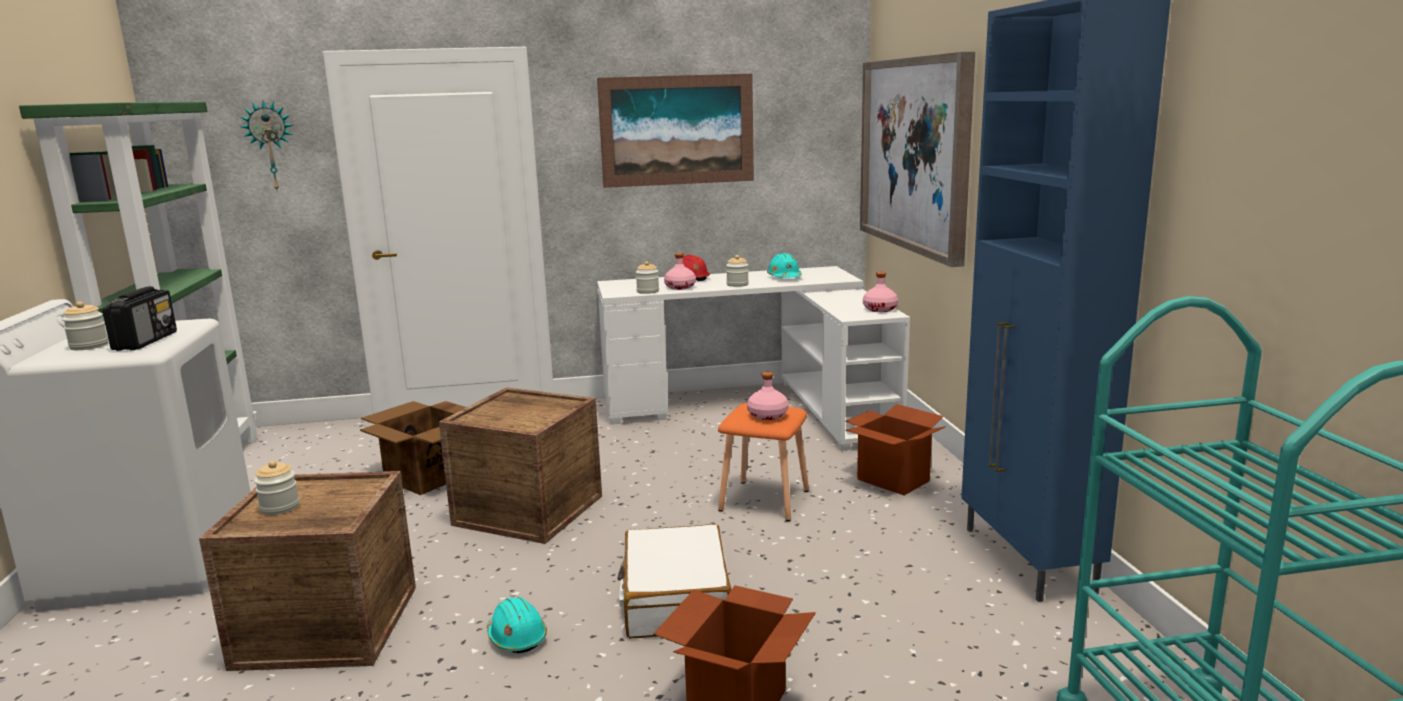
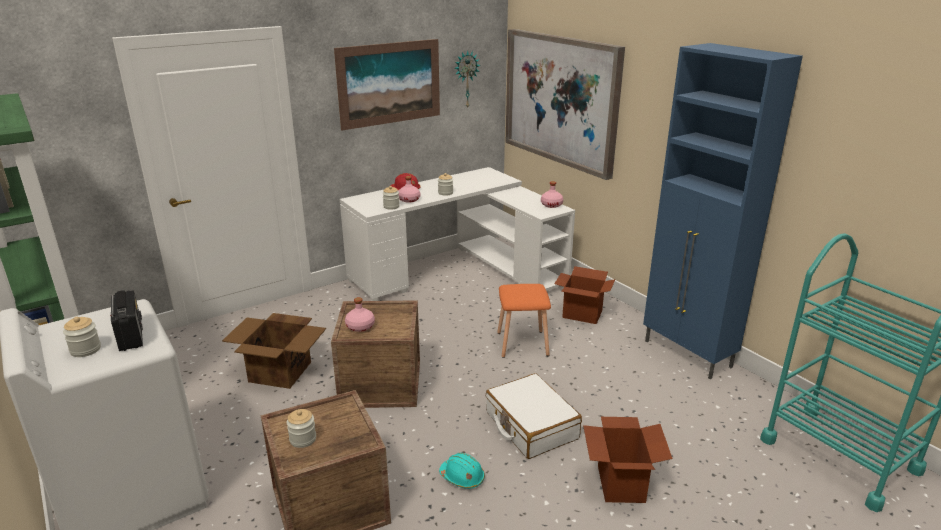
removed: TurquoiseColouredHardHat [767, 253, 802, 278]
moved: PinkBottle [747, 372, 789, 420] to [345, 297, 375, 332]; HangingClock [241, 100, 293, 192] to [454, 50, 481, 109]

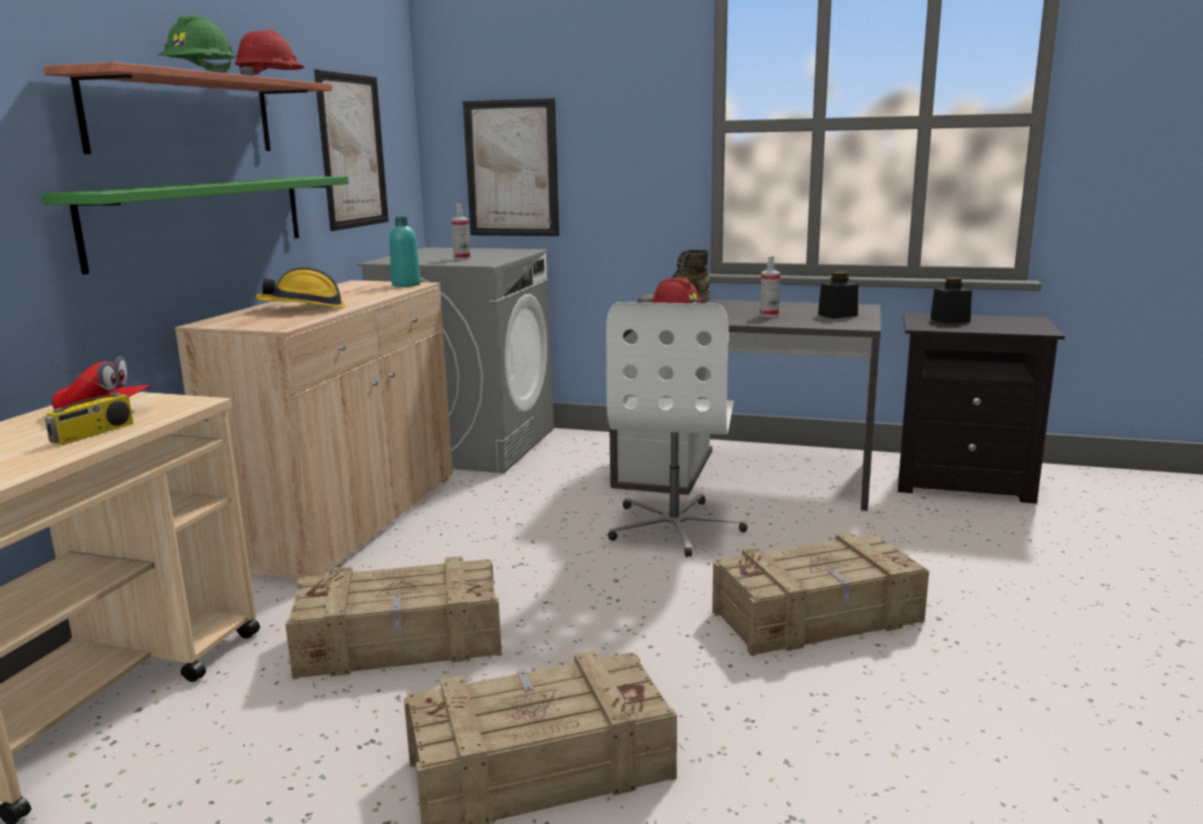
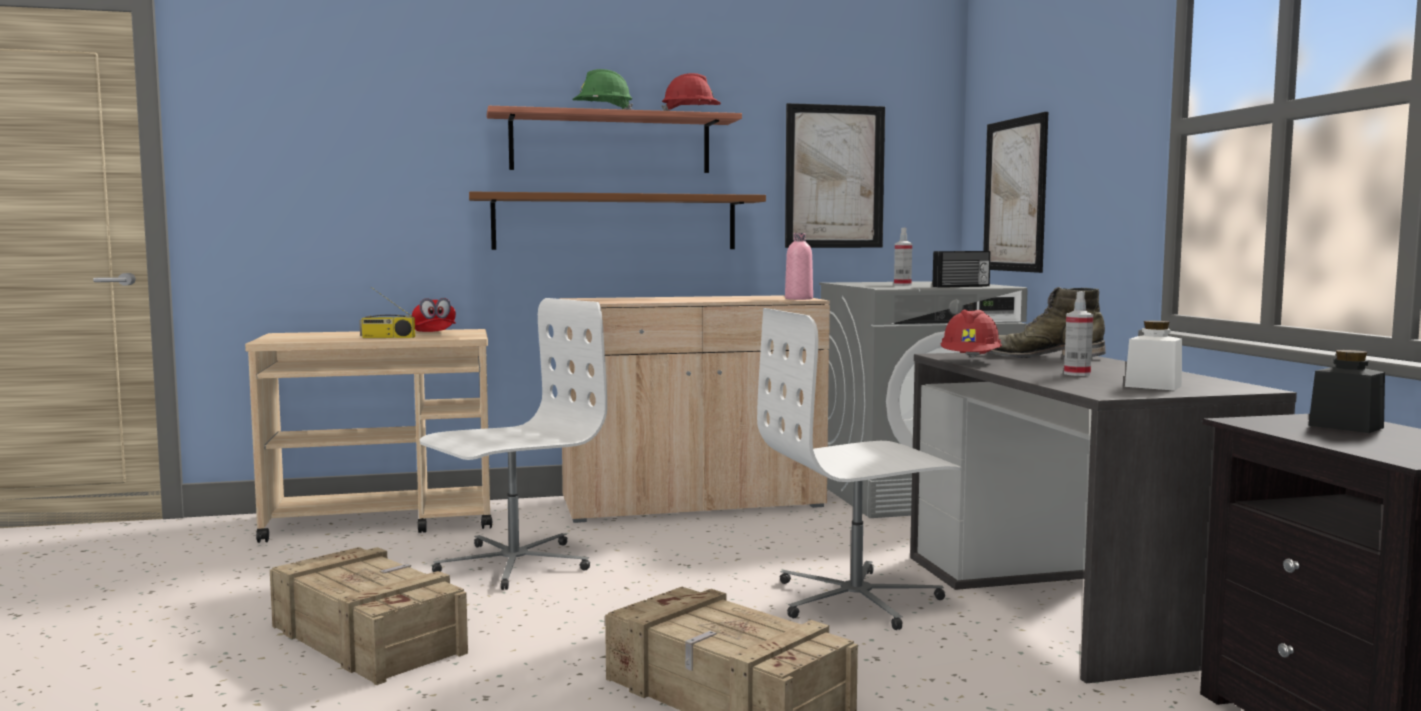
removed: HardHat [255, 267, 345, 308]
added: Radio [933, 251, 991, 288]
replaced: ShippingCrate [285, 556, 502, 680] to WhitishComputerChair [420, 298, 607, 590]
recoloured: GreenishShelf [42, 176, 349, 275] to BrownishShelf [469, 192, 766, 250]; TurquoiseColouredBottle [389, 217, 421, 287] to PinkBottle [785, 233, 813, 300]; BlackColouredJar [818, 271, 858, 319] to WhitishJar [1125, 321, 1182, 391]

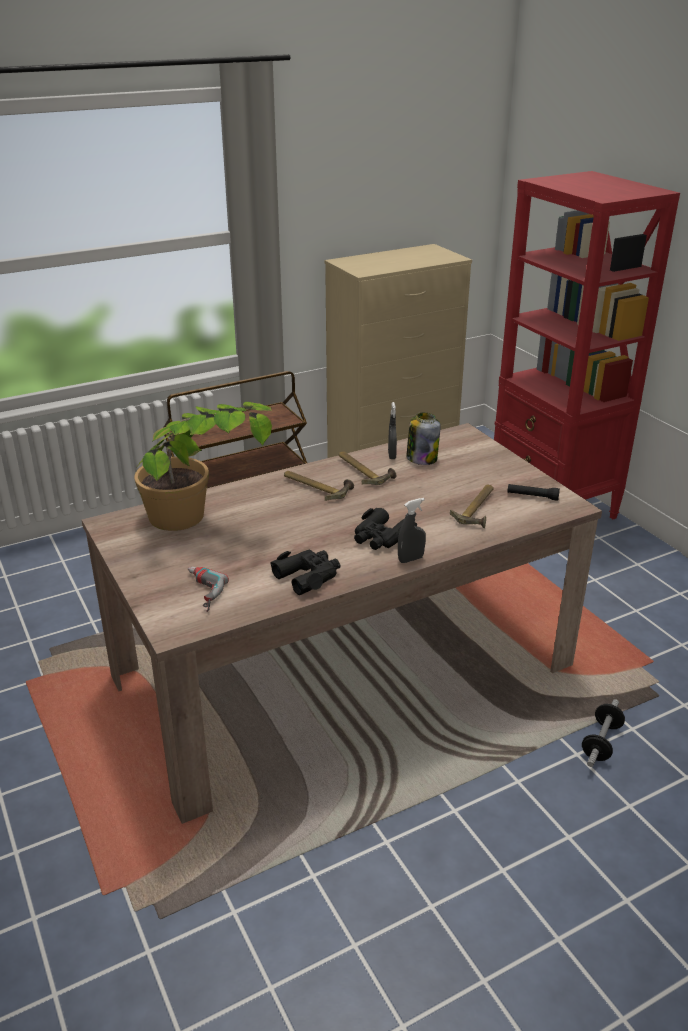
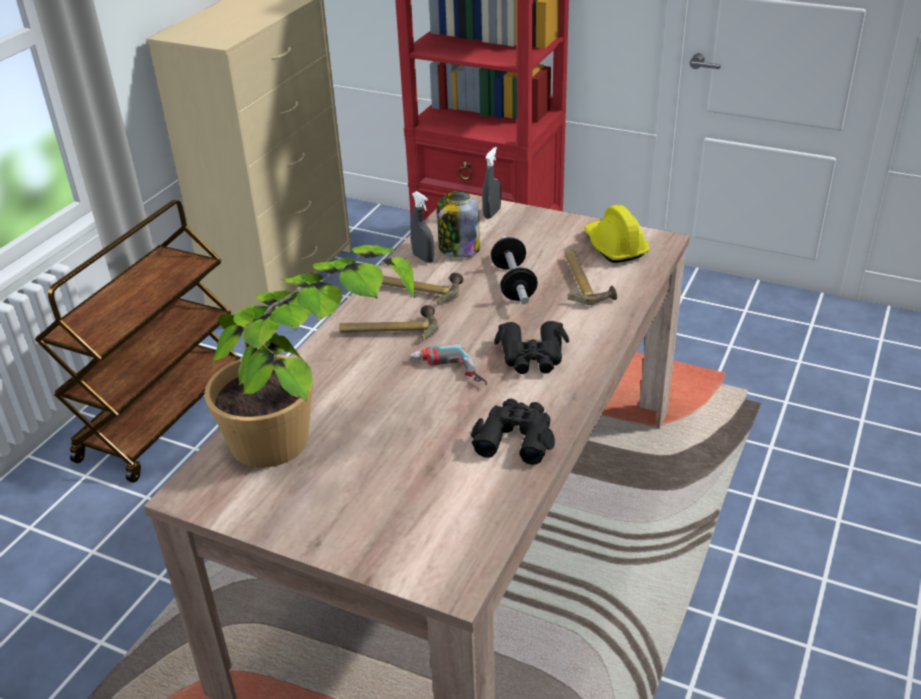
moved: Drill [188, 566, 229, 612] to [409, 343, 487, 385]; GraySprayBottle [398, 498, 426, 563] to [482, 147, 501, 219]; HandWeight [582, 699, 625, 767] to [491, 236, 538, 304]
replaced: BlackColouredHandTorch [507, 484, 560, 500] to YellowishHardHat [584, 205, 650, 263]

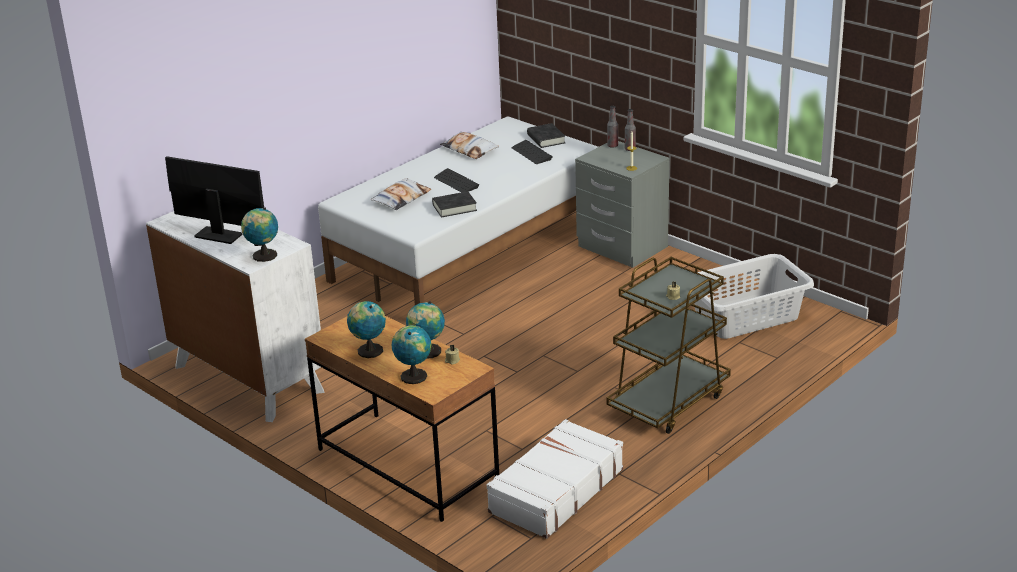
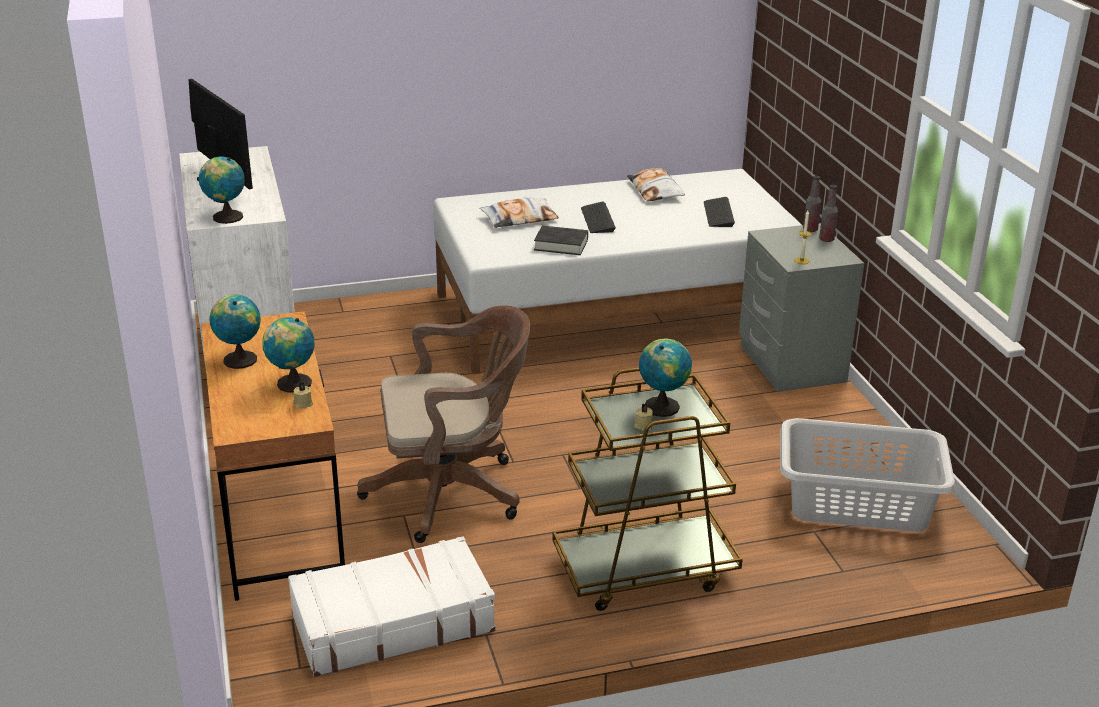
removed: BlackColouredBoundBook [527, 123, 565, 148]
added: BrownishComputerChair [357, 306, 530, 543]
moved: DeskGlobe [392, 325, 431, 384] to [639, 338, 692, 417]

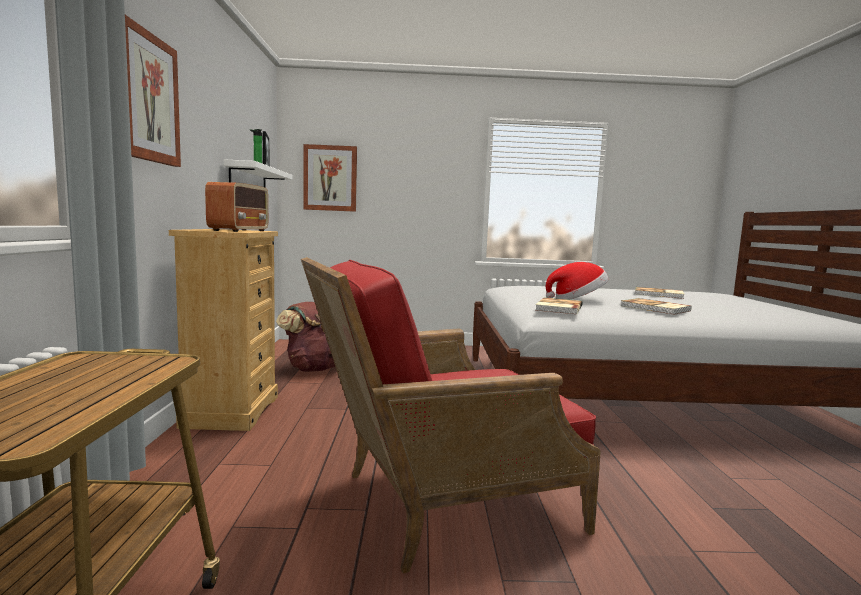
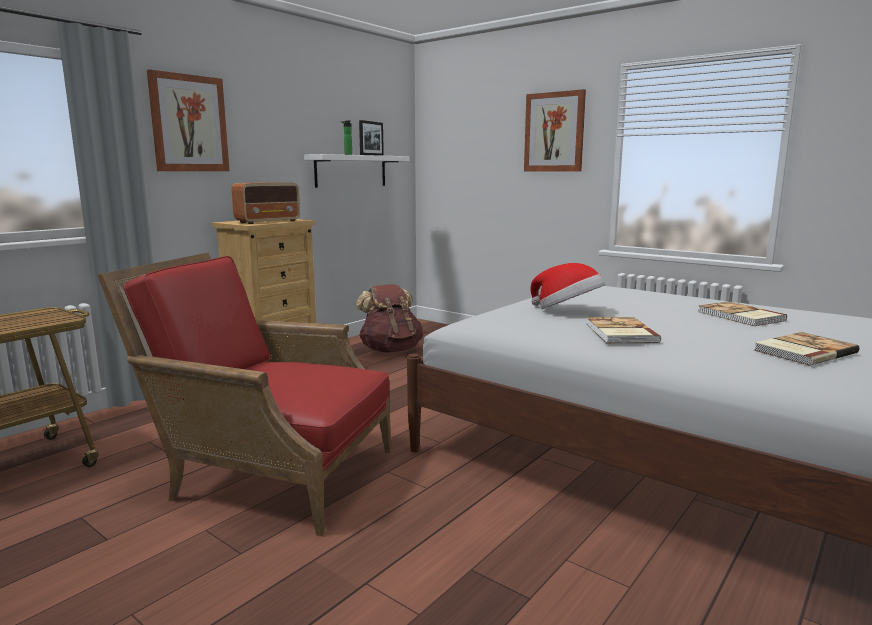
moved: WallPicture [303, 144, 357, 212] to [524, 89, 586, 171]; BoundBook [535, 297, 583, 314] to [754, 332, 859, 366]

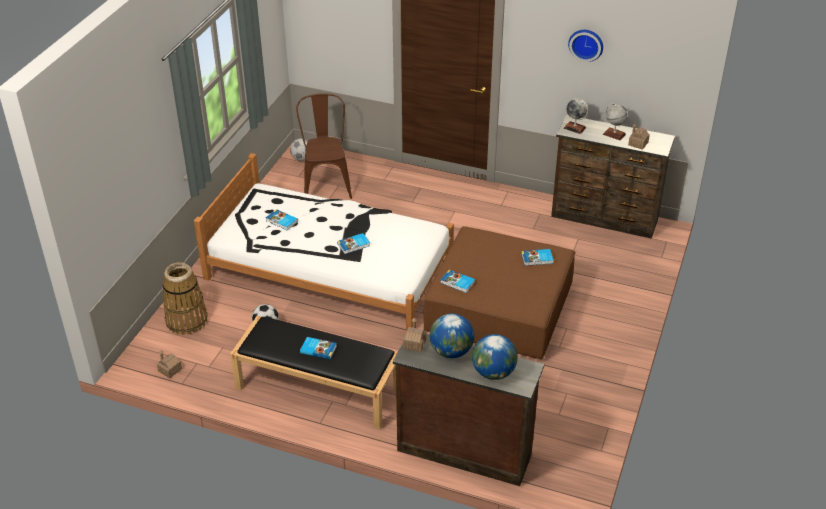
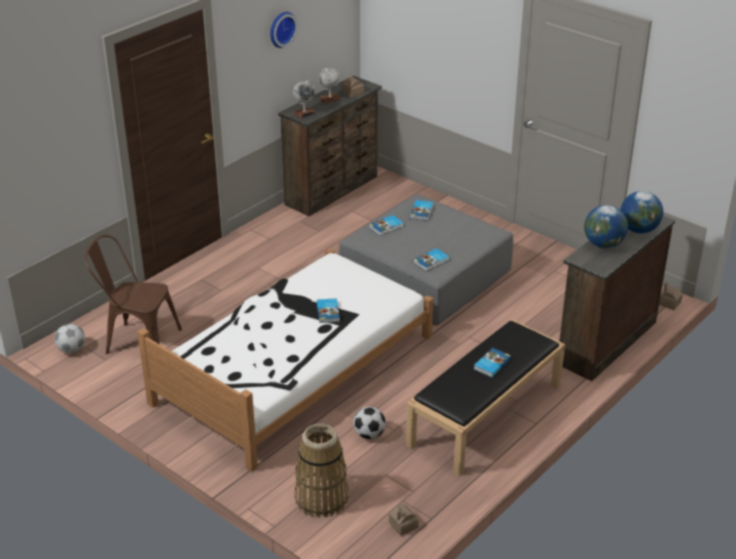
moved: BoundBook [266, 209, 298, 230] to [369, 215, 404, 236]; MiniatureHouse [403, 318, 427, 352] to [659, 282, 682, 310]
recoloured: BrownishPouffe [424, 226, 576, 359] to GrayPouffe [339, 194, 514, 325]

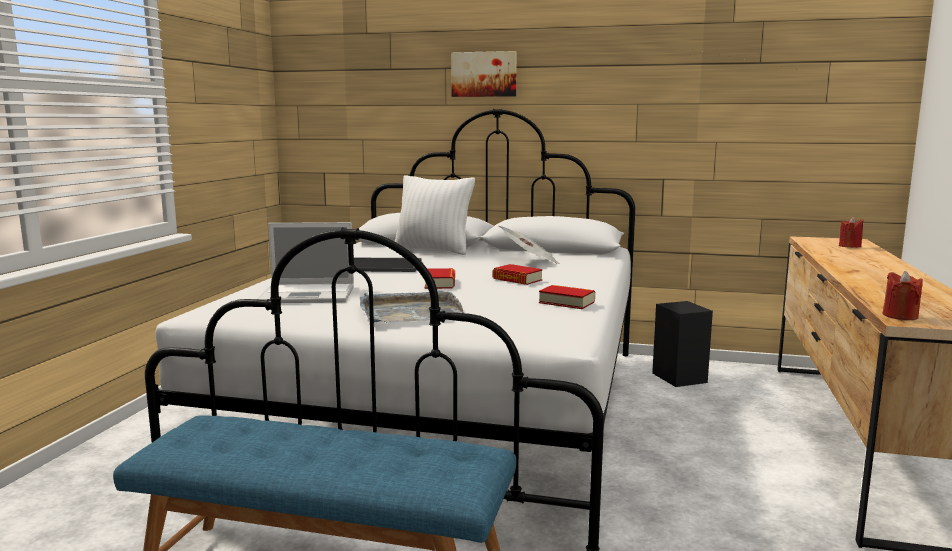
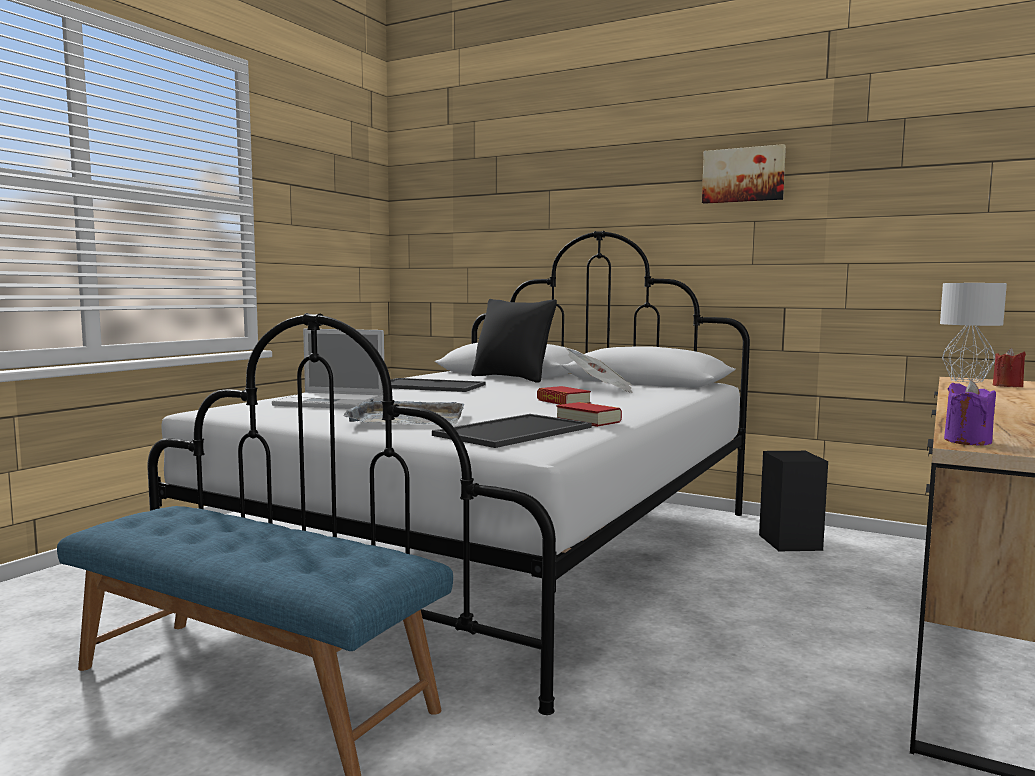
removed: BoundBook [425, 268, 455, 289]
added: CarryingTray [432, 414, 592, 448]; GrayTableLamp [940, 283, 1007, 382]
moved: WallPicture [451, 51, 517, 97] to [702, 144, 786, 204]
recoloured: WhitishCushion [394, 175, 475, 255] to BlackColouredCushion [471, 299, 557, 383]; ReddishWaxCandle [882, 271, 923, 320] to PurplishWaxCandle [944, 380, 996, 446]

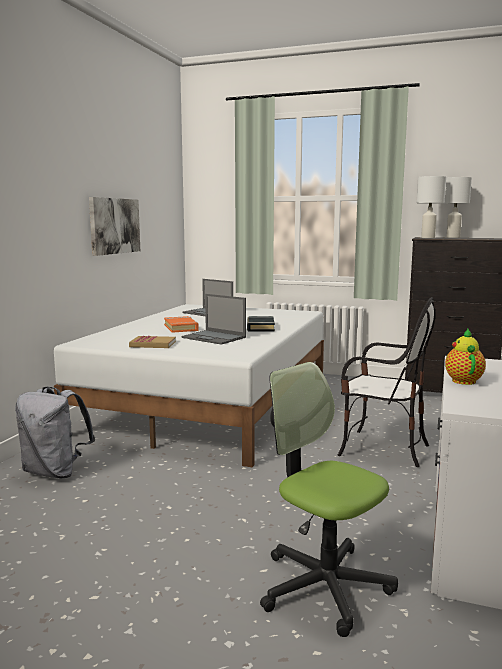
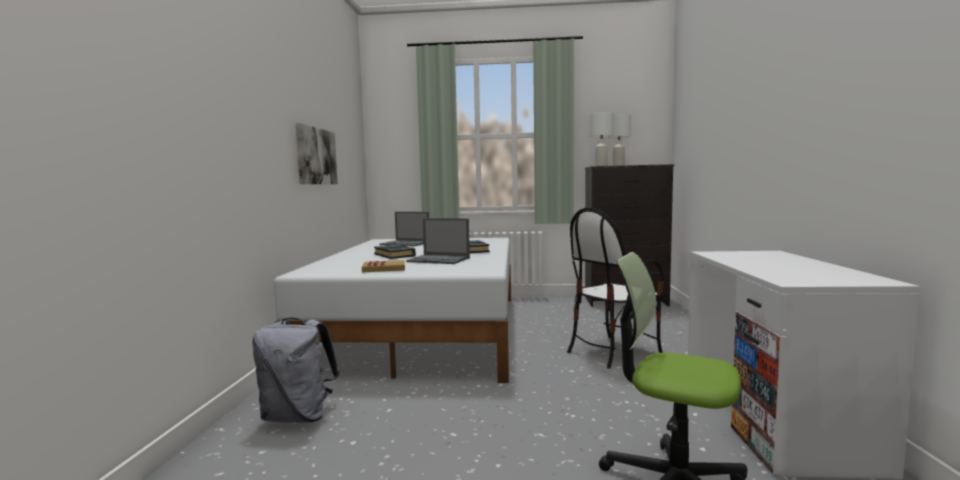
removed: TeaPot [445, 329, 486, 385]
recoloured: OrangeColouredBoundBook [164, 316, 199, 333] to BlackColouredBoundBook [374, 245, 416, 259]
turned: PlainChair [338, 297, 436, 467] = [567, 208, 664, 368] 135 degrees clockwise

